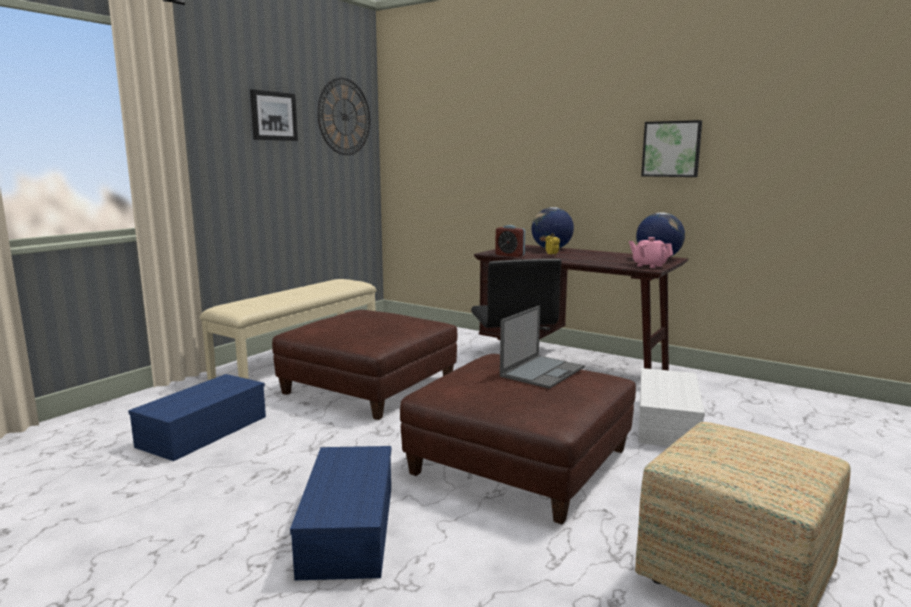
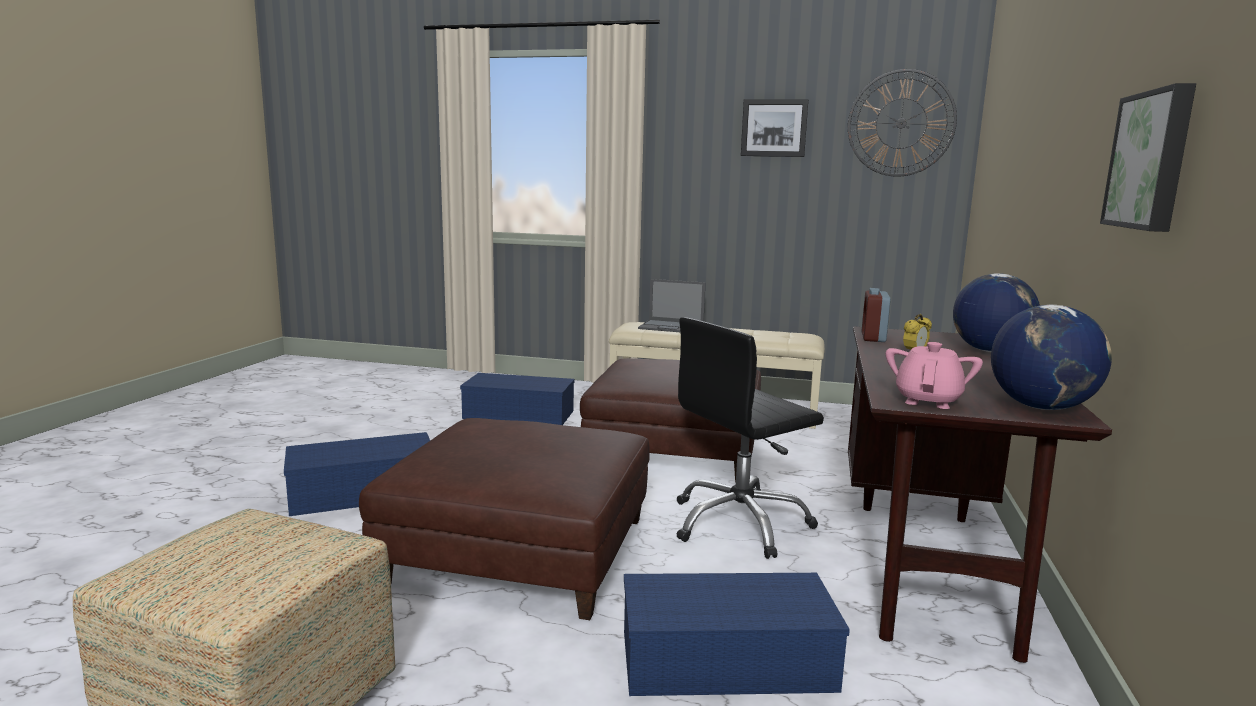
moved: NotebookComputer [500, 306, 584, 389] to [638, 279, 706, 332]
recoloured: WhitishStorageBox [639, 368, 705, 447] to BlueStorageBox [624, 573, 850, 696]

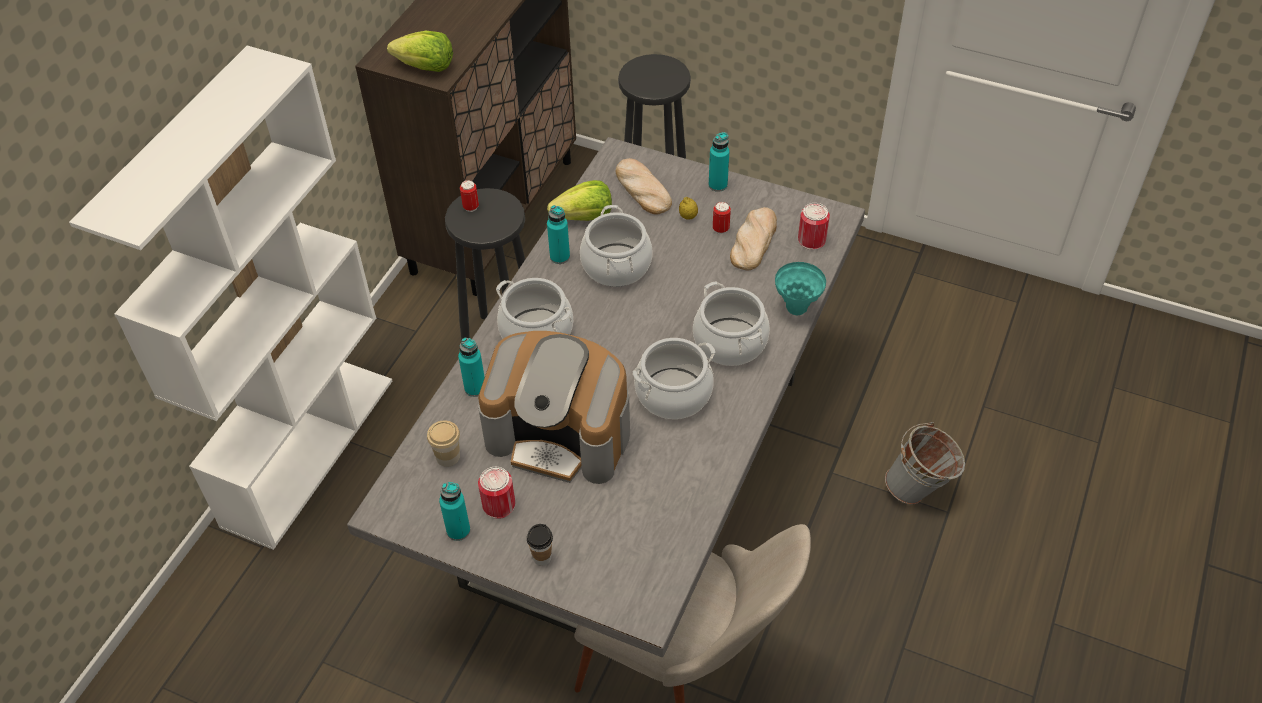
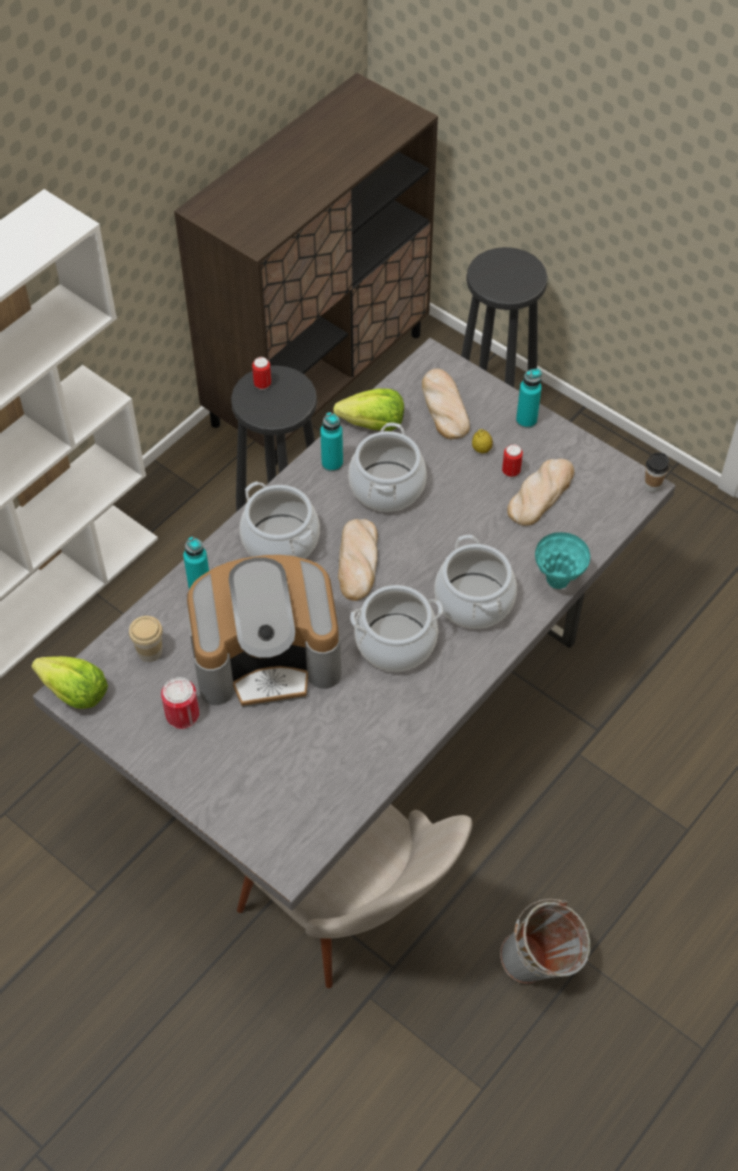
removed: TurquoiseColouredBottle [439, 482, 470, 541]; SealedCan [798, 203, 830, 250]
added: BakedBread [338, 519, 378, 601]
moved: LettuceHead [387, 31, 453, 72] to [32, 656, 108, 709]; GrayBucket [885, 422, 965, 505] to [500, 899, 590, 984]; Cup [527, 524, 553, 566] to [644, 452, 669, 493]
turned: CoffeeMaker [478, 331, 630, 484] = [187, 555, 341, 708] 45 degrees counterclockwise

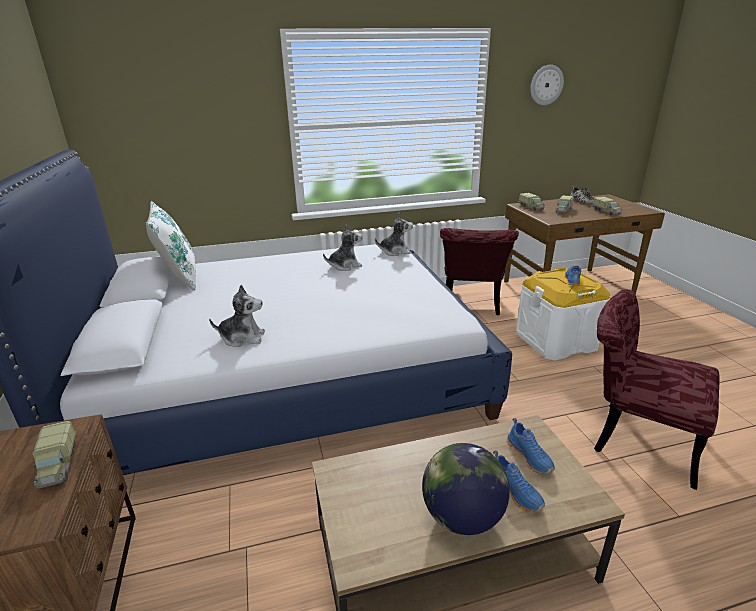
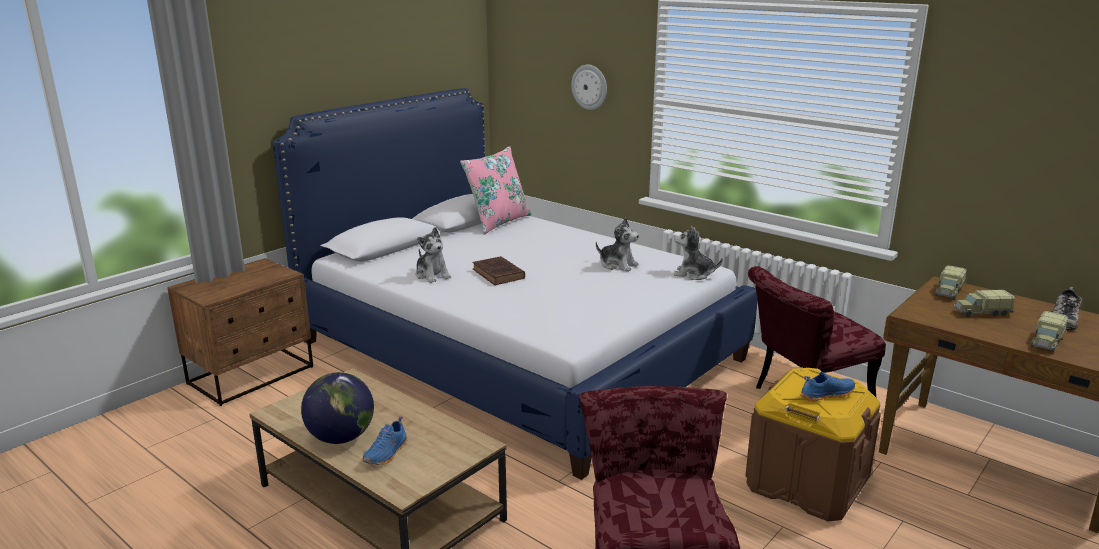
removed: ToyLorry [32, 421, 76, 489]; BlueItemOfFootwear [507, 418, 555, 474]
added: BrownishBoundBook [472, 256, 525, 285]
moved: HangingClock [530, 65, 564, 105] to [571, 65, 607, 110]
recoloured: WhitishCushion [146, 201, 196, 290] to PinkCushion [460, 146, 531, 234]; WhitishStorageBox [516, 268, 610, 361] to BrownishStorageBox [745, 368, 881, 521]
turned: CuddlyToy [375, 213, 413, 256] = [674, 226, 723, 280] 150 degrees clockwise

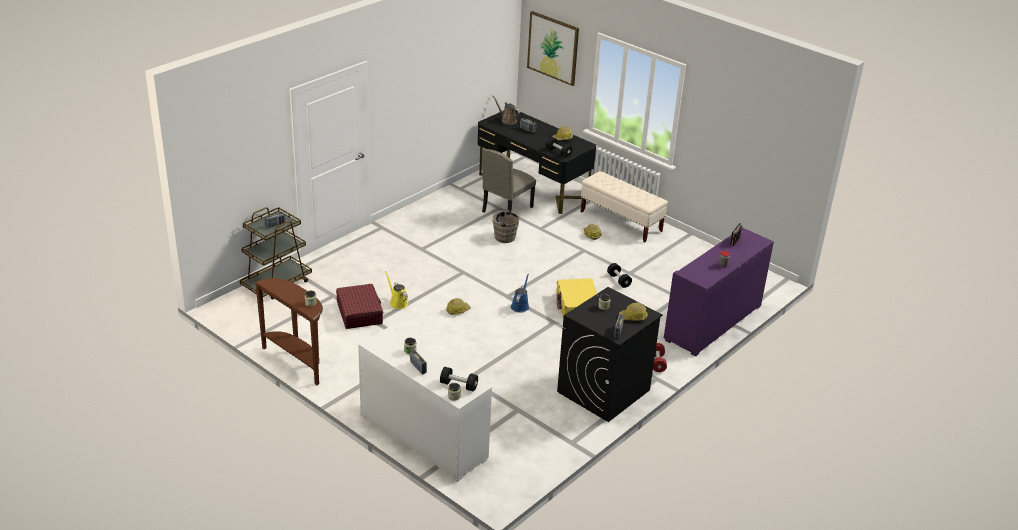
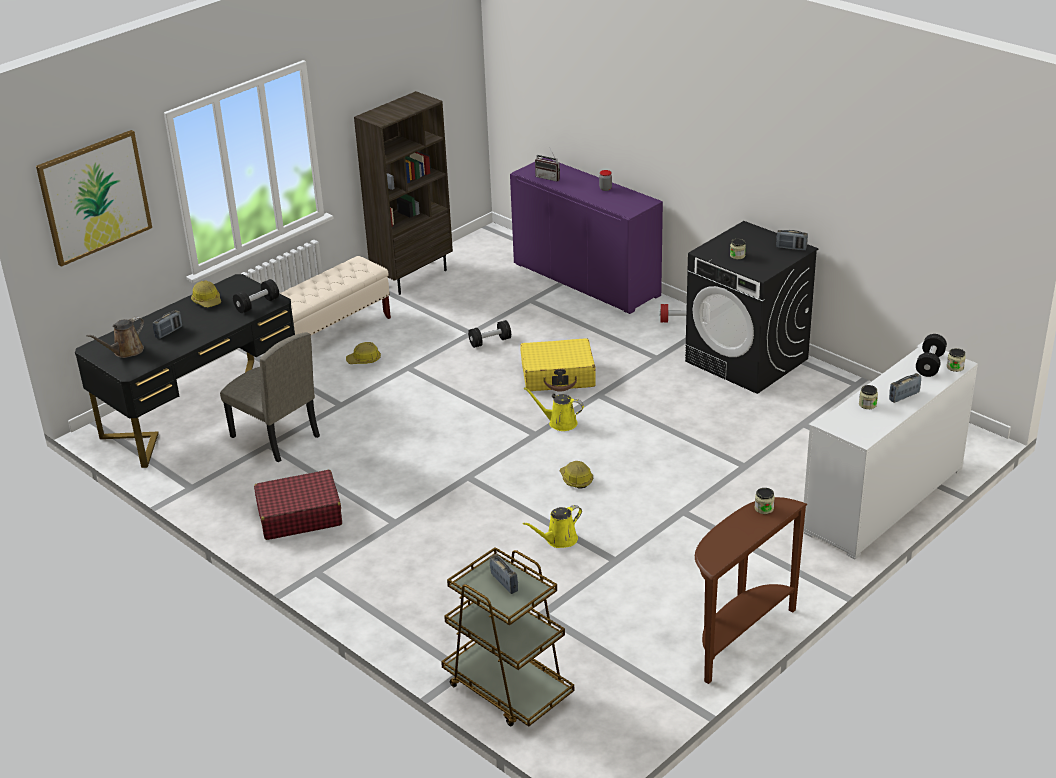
removed: BrownishBucket [490, 210, 520, 243]; HardHat [619, 303, 648, 321]
added: BrownishBookshelf [354, 91, 453, 295]
moved: ReddishPieceOfLuggage [336, 284, 383, 329] to [254, 470, 342, 540]
recoloured: BlueSprinklingCan [511, 274, 529, 313] to YellowishSprinklingCan [524, 387, 584, 431]

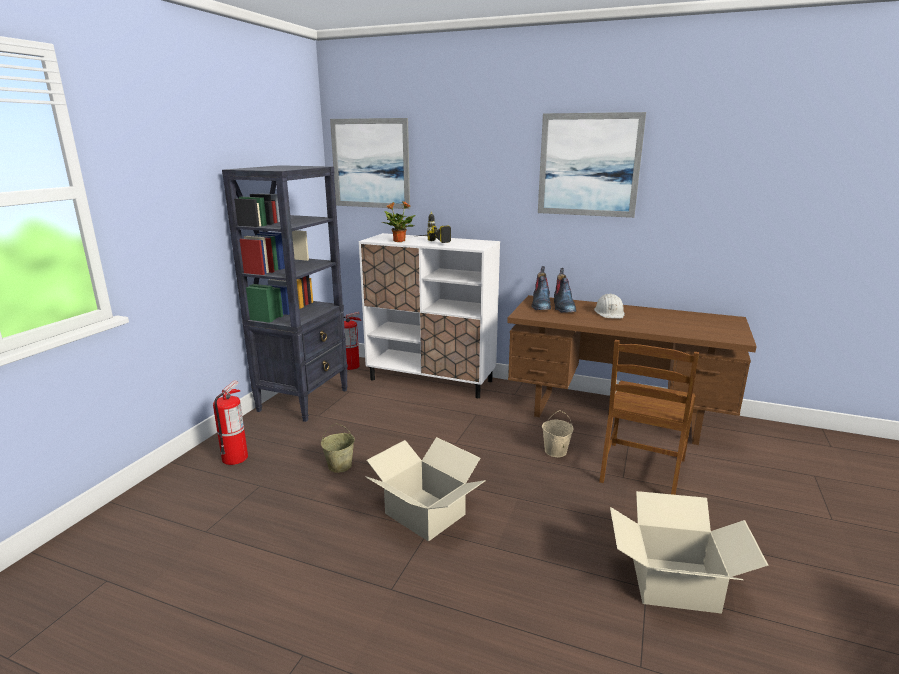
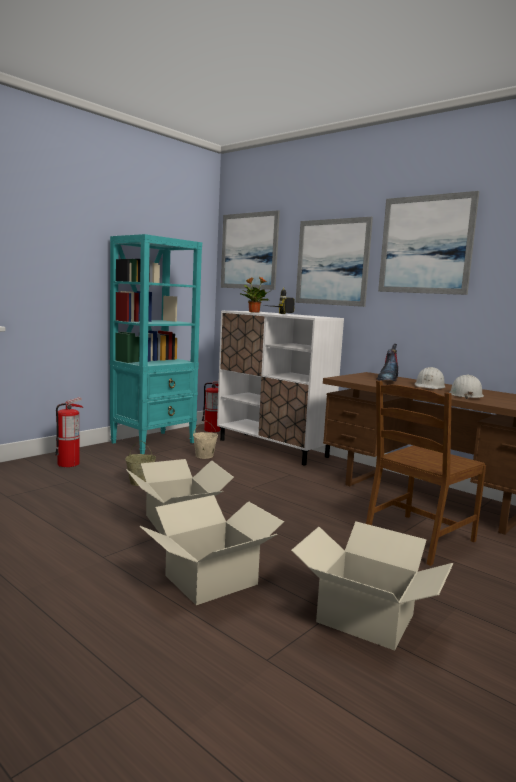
removed: TallBoot [531, 266, 551, 310]
added: PackingBox [140, 495, 284, 605]; WallPicture [296, 217, 373, 307]; WhitishHardHat [449, 375, 484, 399]
moved: SandColouredBucket [542, 410, 574, 458] to [193, 421, 218, 459]
recoloured: BlackColouredBookshelf [222, 165, 348, 422] to TurquoiseColouredBookshelf [110, 234, 202, 454]

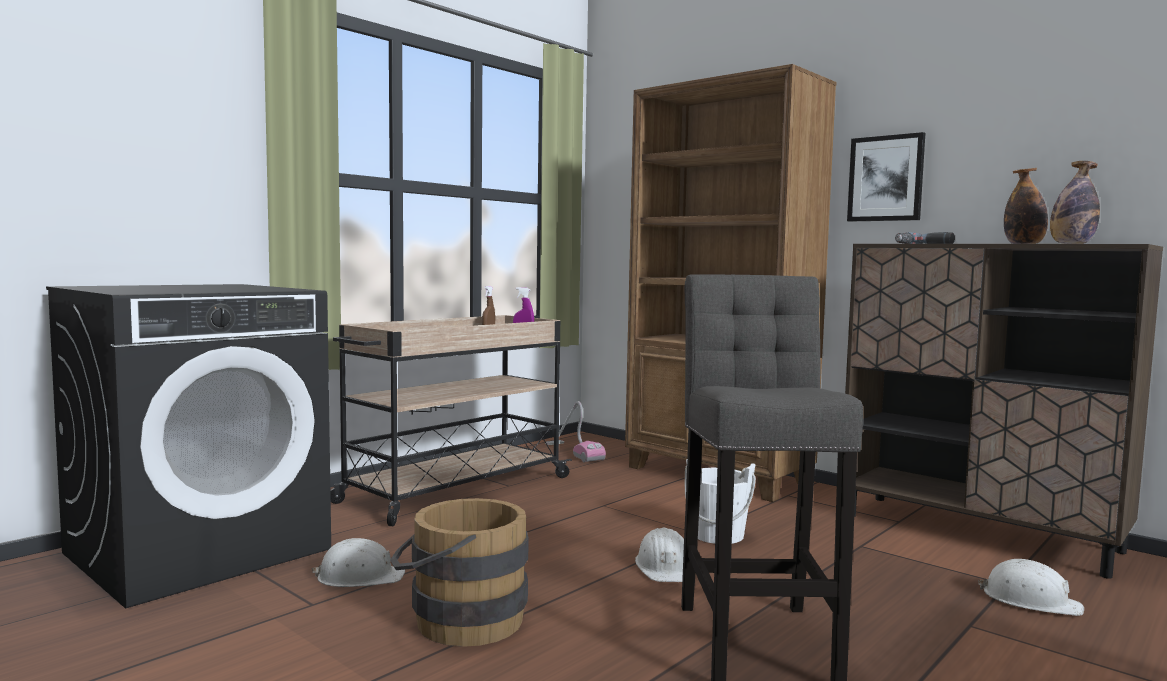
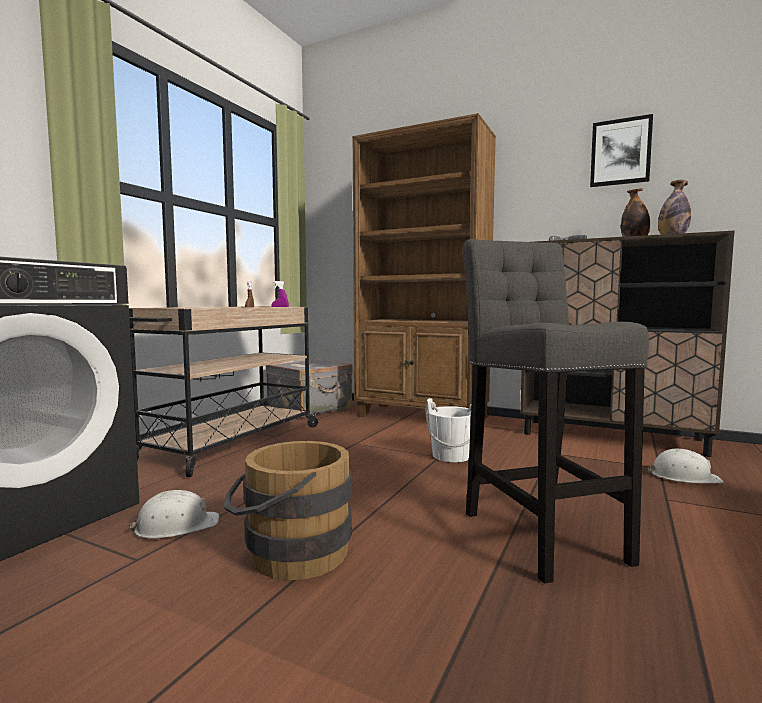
removed: WhitishHardHat [635, 528, 684, 582]
moved: WallPicture [847, 132, 925, 222] to [590, 114, 653, 187]
replaced: Hoover [545, 401, 606, 462] to GrayPieceOfLuggage [266, 359, 353, 418]

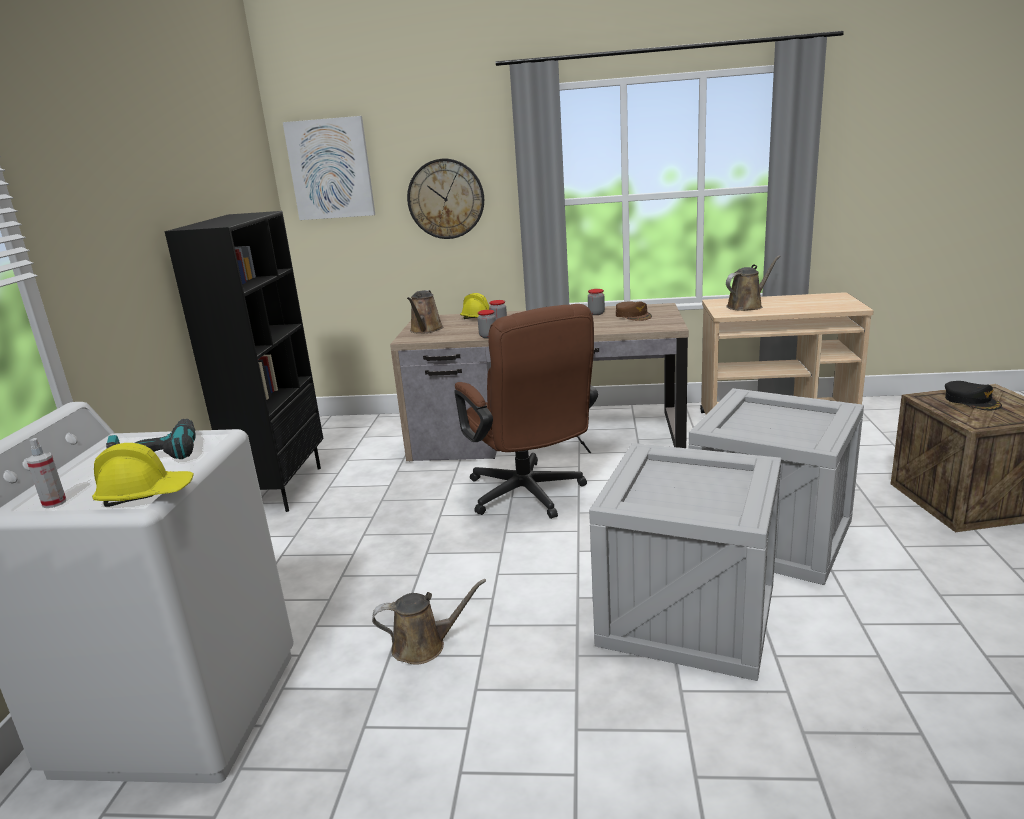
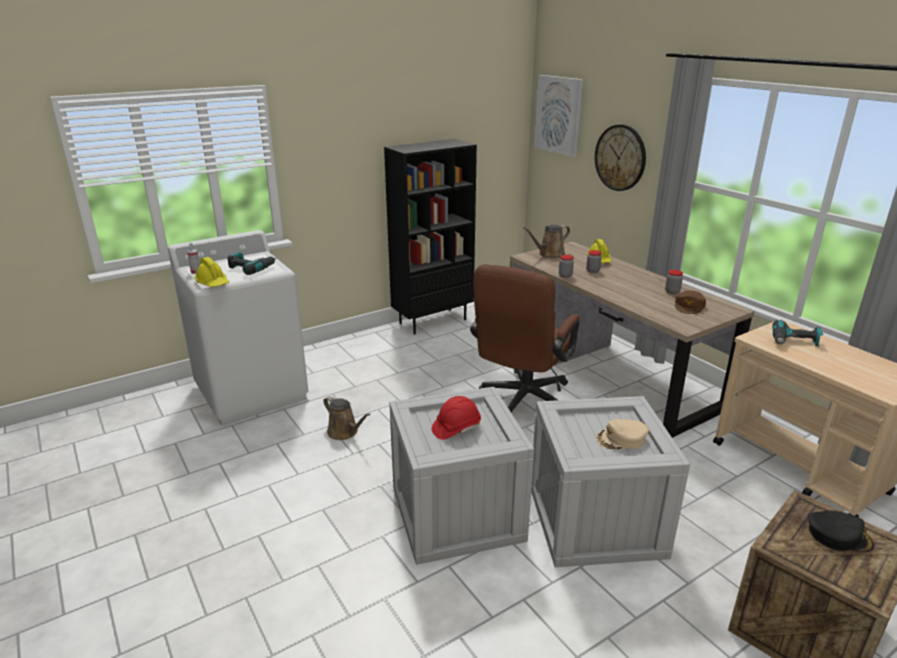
added: ReddishHardHat [431, 396, 481, 440]; SandColouredBaseballCap [596, 419, 649, 450]
replaced: BrownishSprinklingCan [726, 255, 780, 311] to Drill [772, 320, 823, 347]
turned: BlackColouredBaseballCap [945, 381, 1002, 410] = [808, 511, 874, 552] 105 degrees counterclockwise

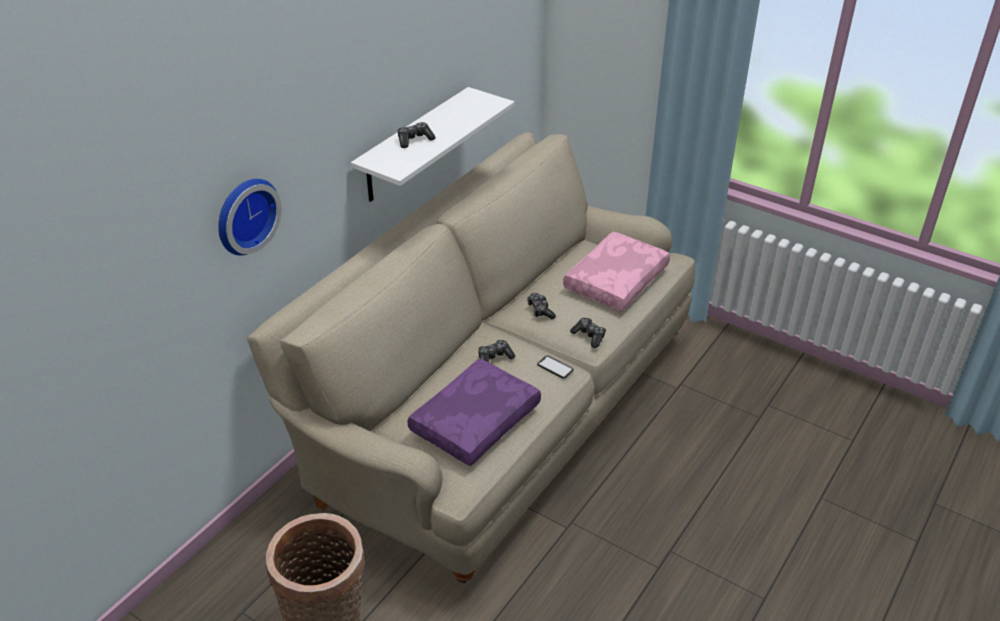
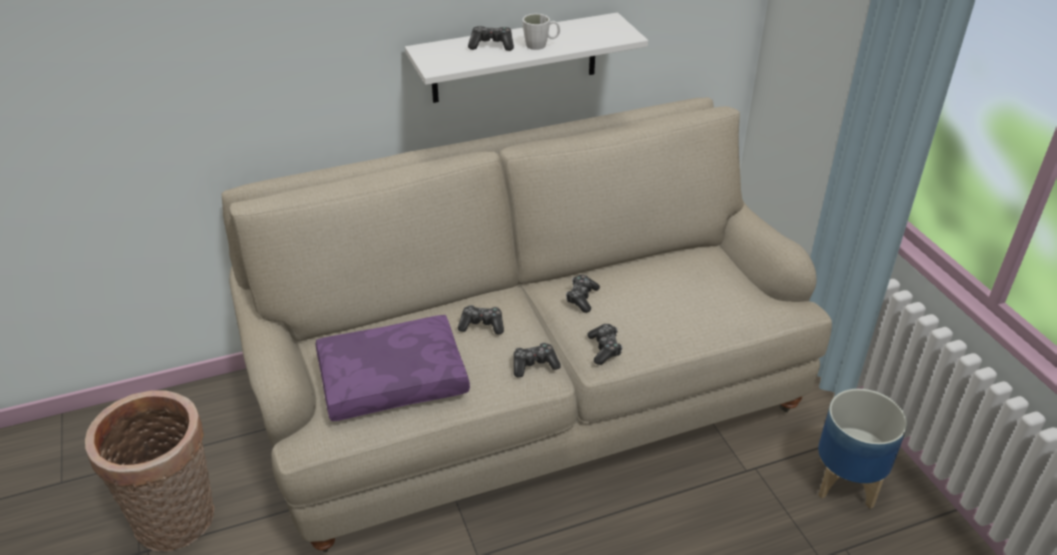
removed: HangingClock [218, 179, 282, 256]; PinkCushion [563, 232, 670, 311]
added: WhitishTeaMug [522, 14, 560, 50]; PlantPot [818, 389, 907, 509]
replaced: Phone [537, 356, 574, 379] to GameController [514, 343, 561, 377]

